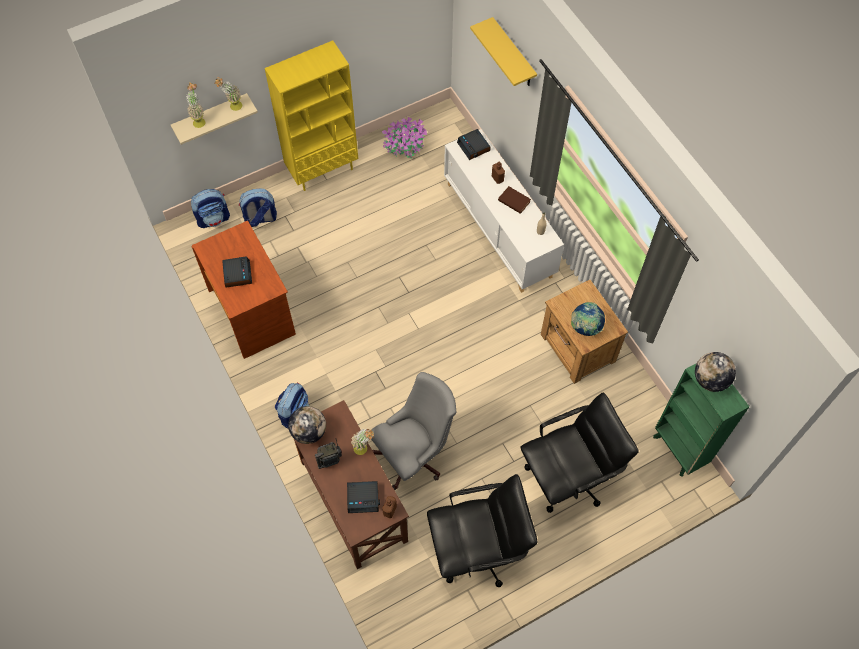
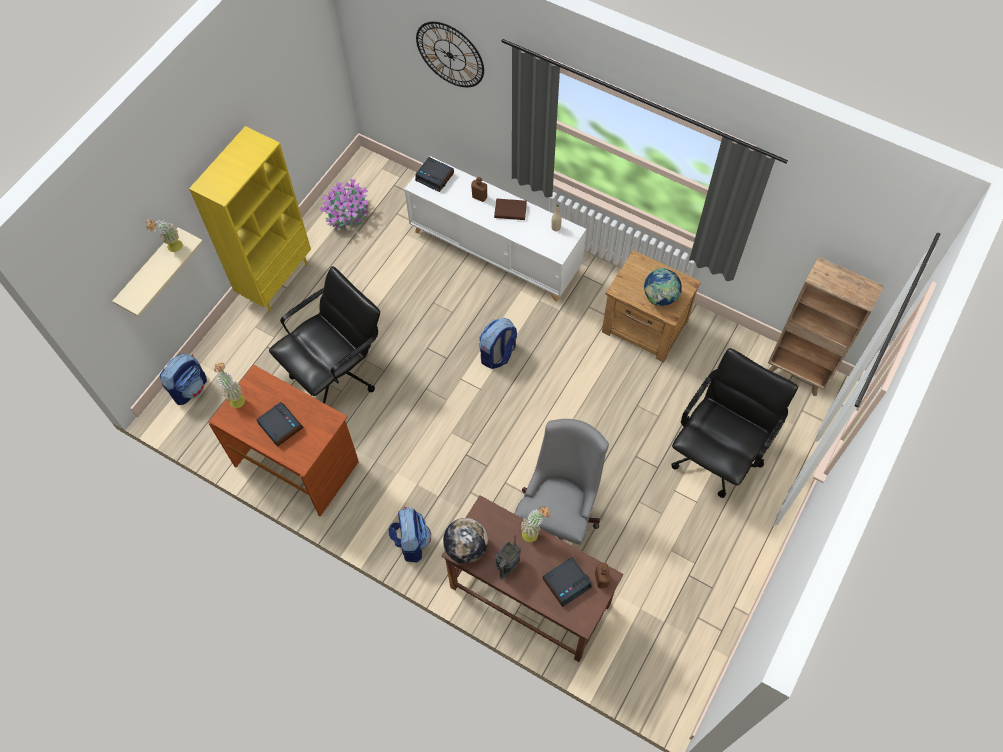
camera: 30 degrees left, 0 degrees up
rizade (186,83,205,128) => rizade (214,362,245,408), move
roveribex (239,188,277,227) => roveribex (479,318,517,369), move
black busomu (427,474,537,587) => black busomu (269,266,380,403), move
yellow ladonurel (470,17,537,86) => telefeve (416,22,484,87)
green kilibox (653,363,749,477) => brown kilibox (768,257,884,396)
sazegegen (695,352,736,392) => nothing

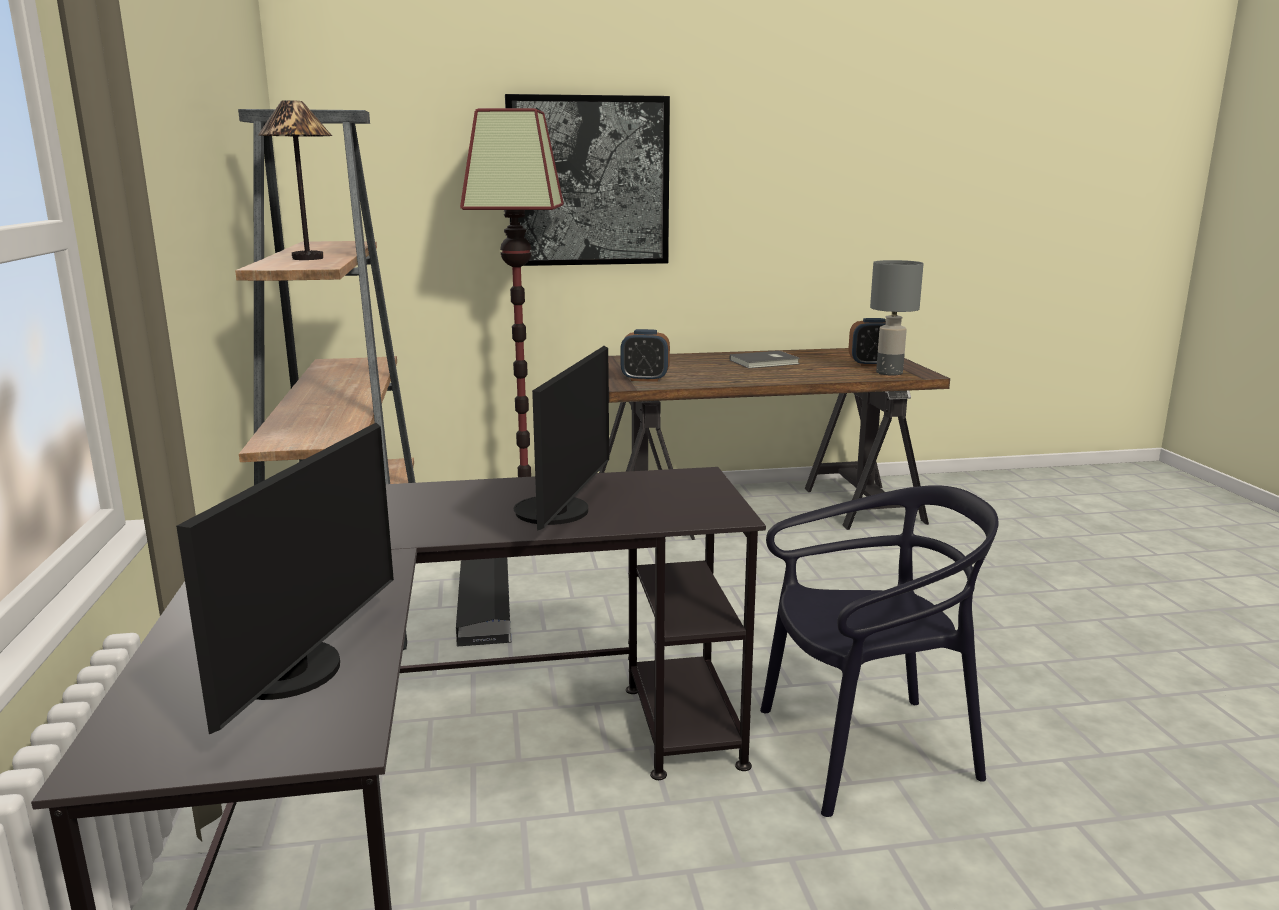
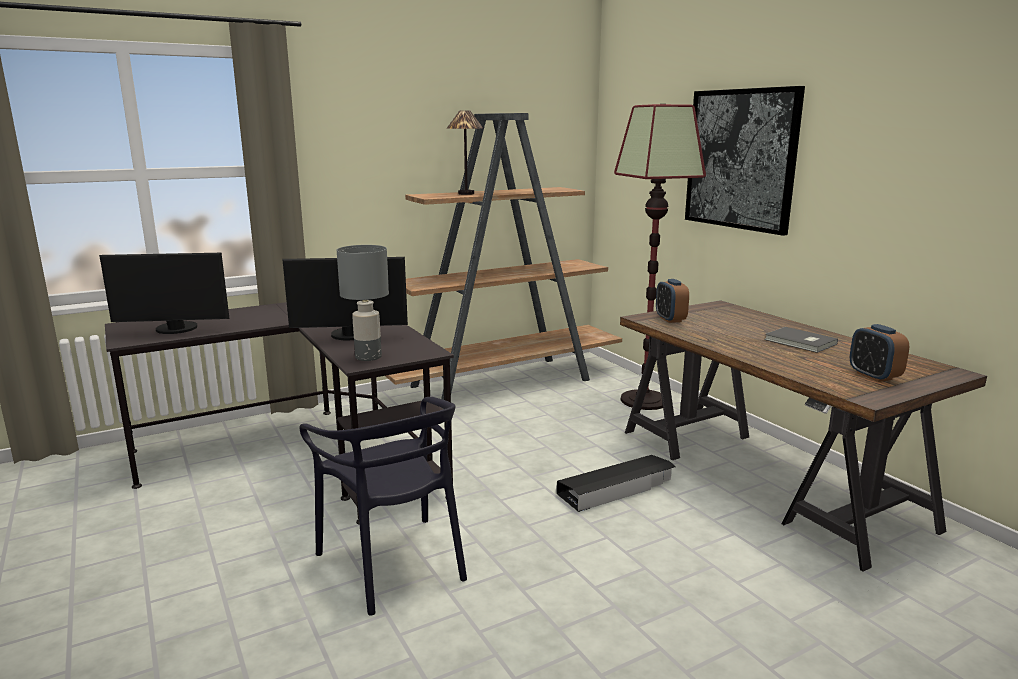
camera: 70 degrees right, 0 degrees up
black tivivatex (456,557,511,646) => black tivivatex (557,455,676,512), move
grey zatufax (870,260,924,376) => grey zatufax (337,245,389,361), move

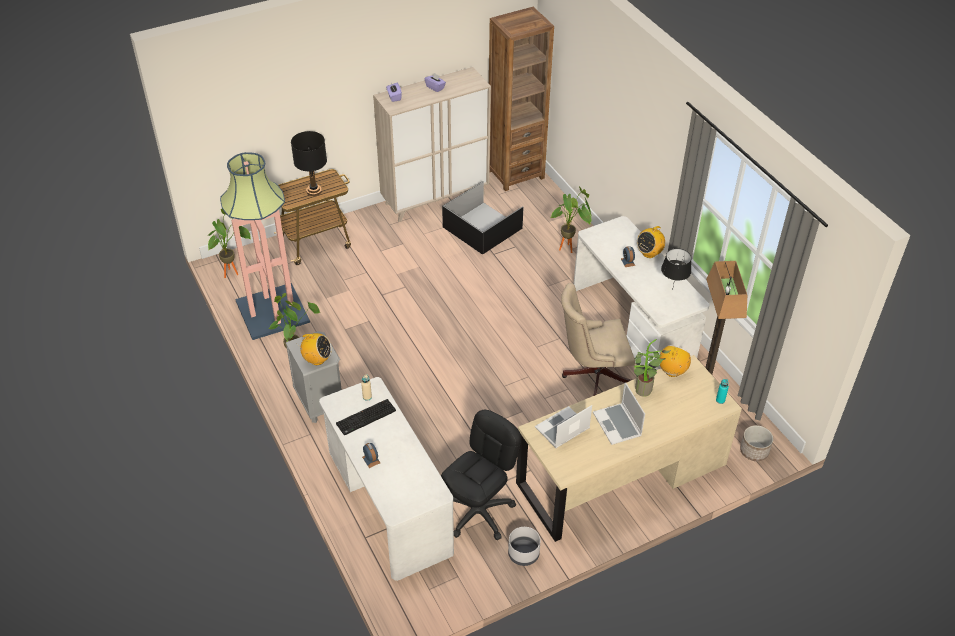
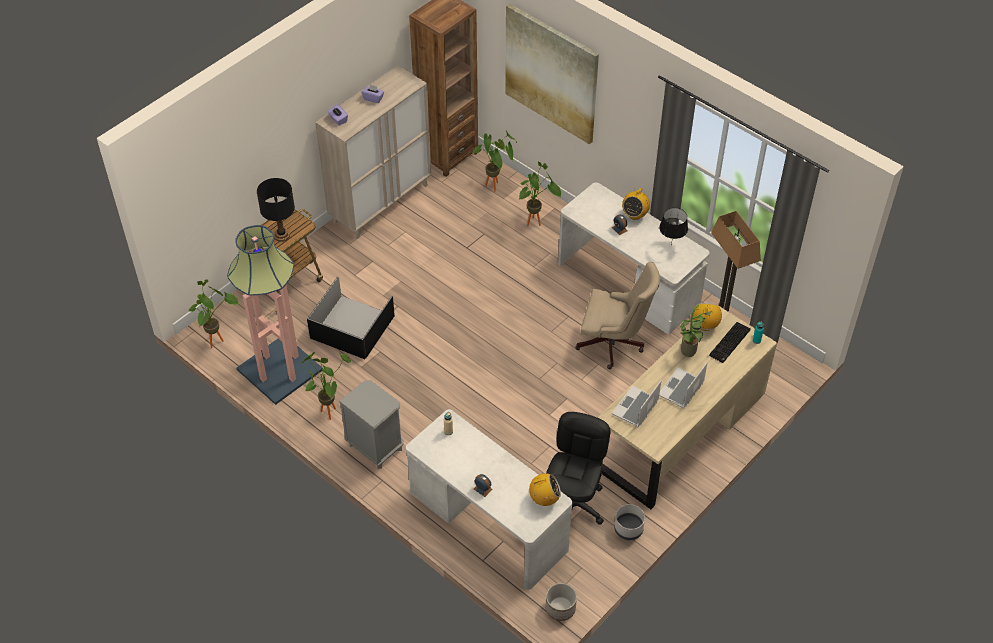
camera: 20 degrees left, 5 degrees up
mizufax (296,333,332,365) => mizufax (529,473,561,506), move
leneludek (336,399,396,435) => leneludek (709,322,751,363), move
black tivivatex (442,181,524,254) => black tivivatex (307,276,395,359), move
beige busomu (561,283,635,396) => beige busomu (575,262,660,369), 135 degrees counterclockwise
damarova (593,382,645,445) => damarova (659,362,708,409), 75 degrees clockwise
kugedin (740,425,773,461) => kugedin (546,583,577,621), move
nothing => rizade (472,130,517,192)
nothing => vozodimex (505,3,599,144)

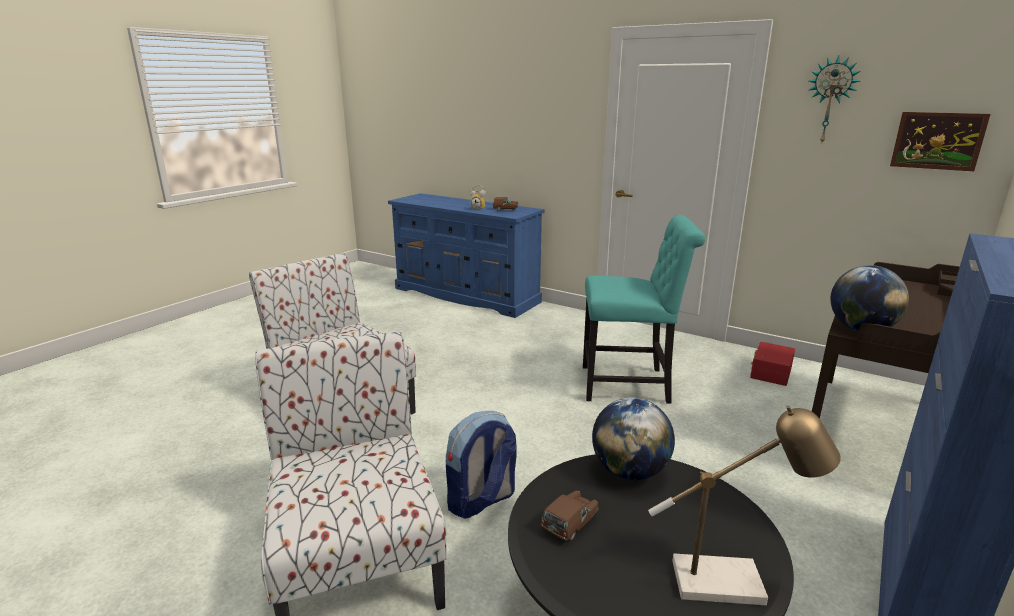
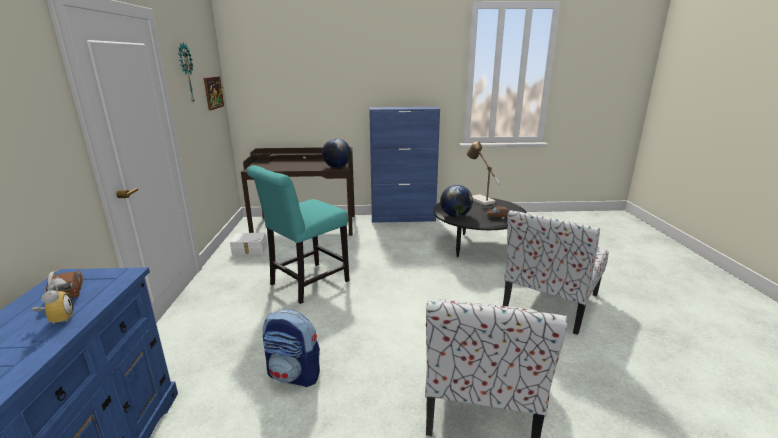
camera: 125 degrees left, 0 degrees up
roveribex (446,411,517,519) => roveribex (263,310,320,387), move
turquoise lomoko (583,215,706,404) => turquoise lomoko (247,165,349,304), 105 degrees counterclockwise
red tivivatex (750,342,795,386) => white tivivatex (230,232,267,255)

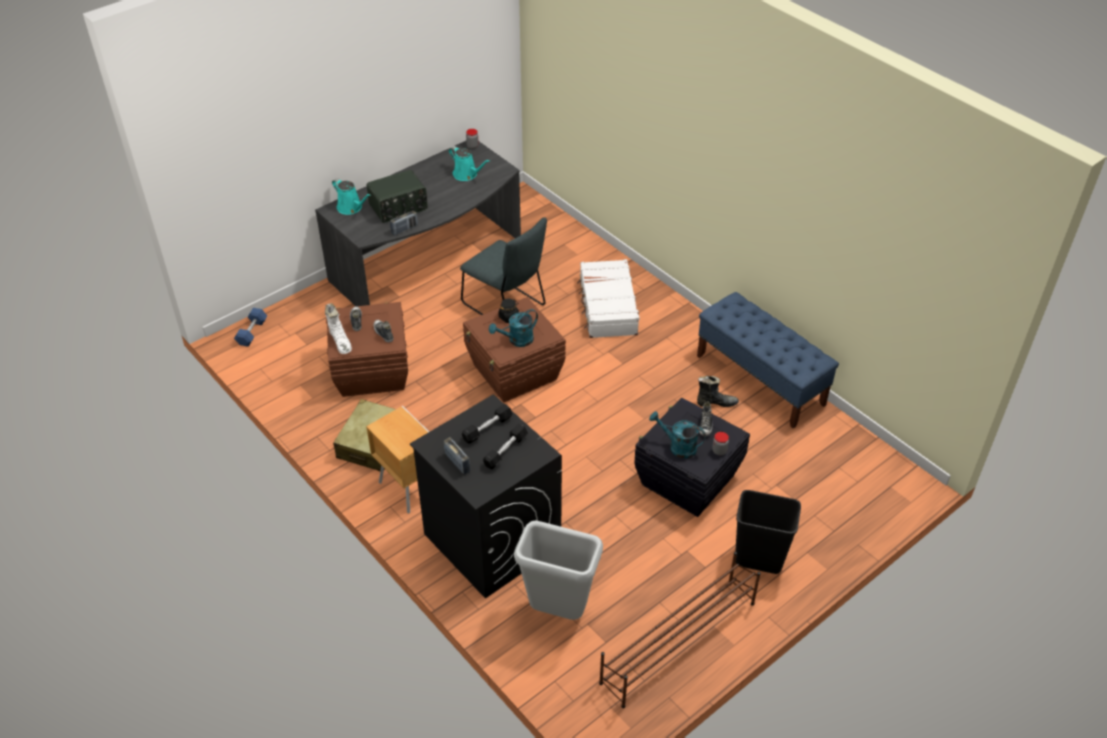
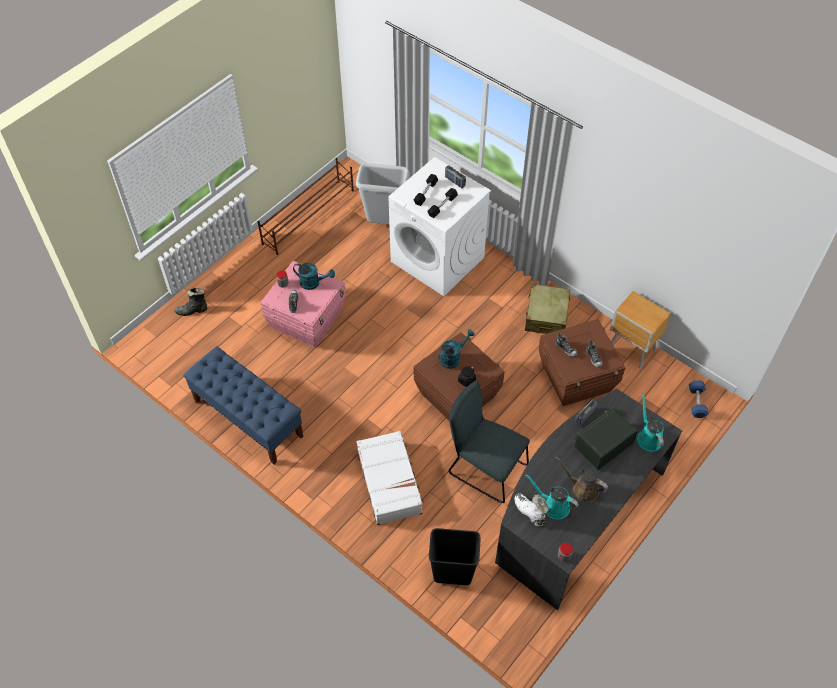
camera: 170 degrees right, 10 degrees up
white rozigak (325,303,352,354) => white rozigak (515,493,549,526), move
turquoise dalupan (332,178,371,215) => turquoise dalupan (637,393,664,452), 45 degrees clockwise
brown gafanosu (366,406,429,513) => brown gafanosu (610,291,671,369), move
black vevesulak (410,394,562,599) => white vevesulak (388,157,491,296)
black tivivatex (634,398,750,517) => pink tivivatex (260,261,346,348)
black rozigak (697,376,739,407) => black rozigak (174,288,207,316), move
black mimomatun (735,490,801,574) => black mimomatun (429,528,481,585), move
nothing => brown dalupan (555,456,608,502)

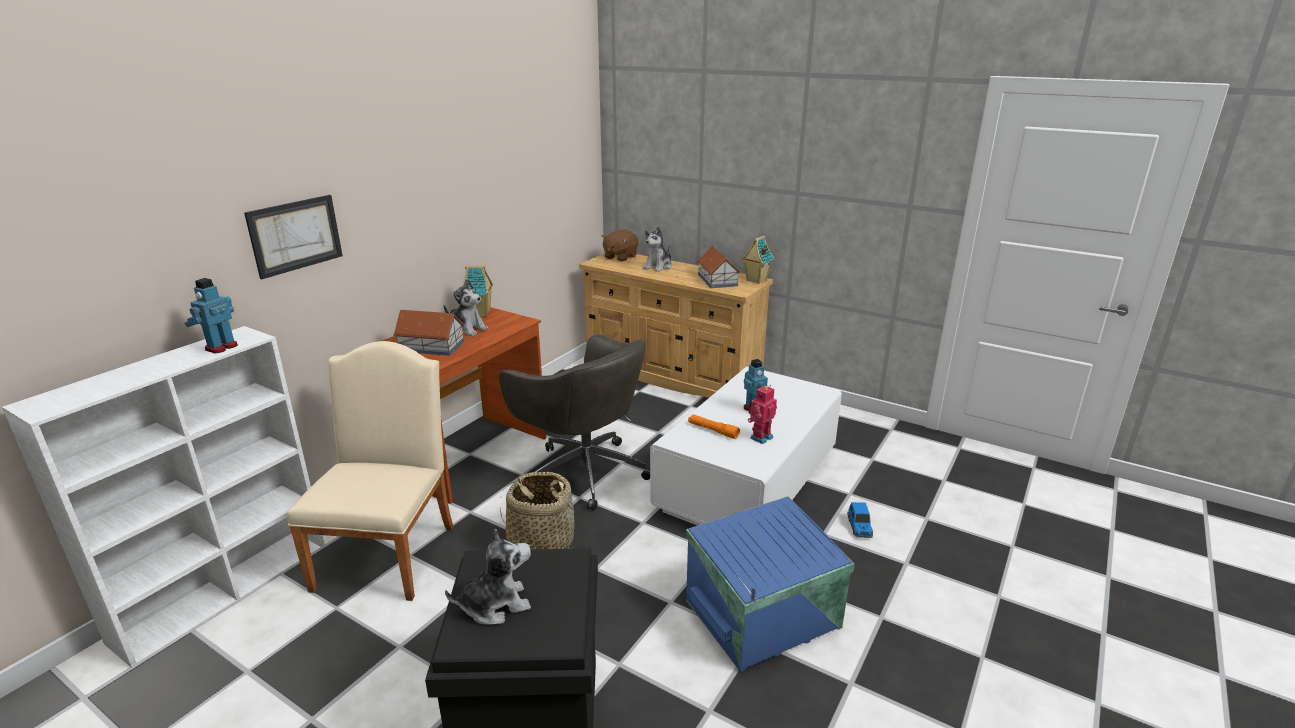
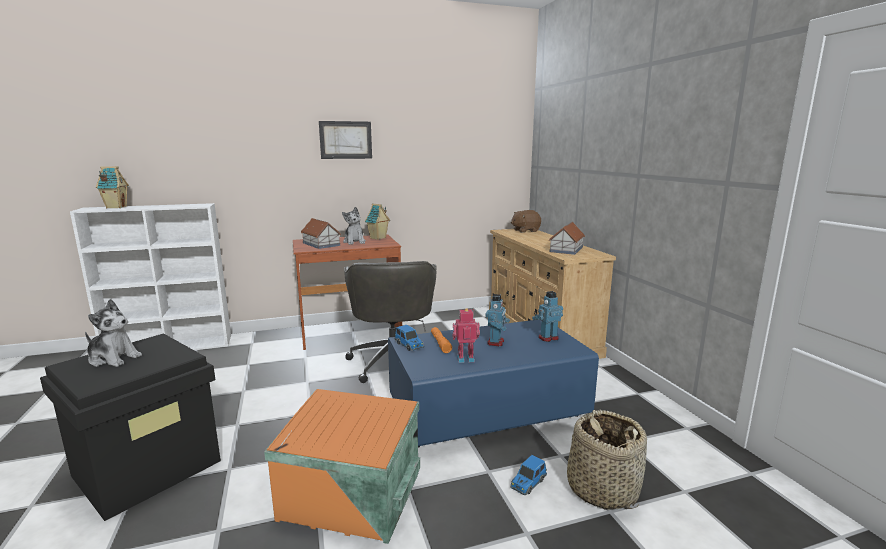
camera: 40 degrees right, 10 degrees down
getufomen (185,278,238,354) => getufomen (532,291,563,342), move
vozodimex (244,195,343,279) => vozodimex (319,121,372,159), move
beige lomoko (287,341,454,601) => nothing
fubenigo (500,472,577,550) => fubenigo (567,410,647,510), move
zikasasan (643,227,672,272) => nothing
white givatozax (650,366,842,526) => blue givatozax (388,320,599,448)
blue tivivatex (686,496,855,672) => orange tivivatex (264,389,420,544)
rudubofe (742,236,774,284) => rudubofe (96,166,129,209), move
nothing => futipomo (395,325,424,351)

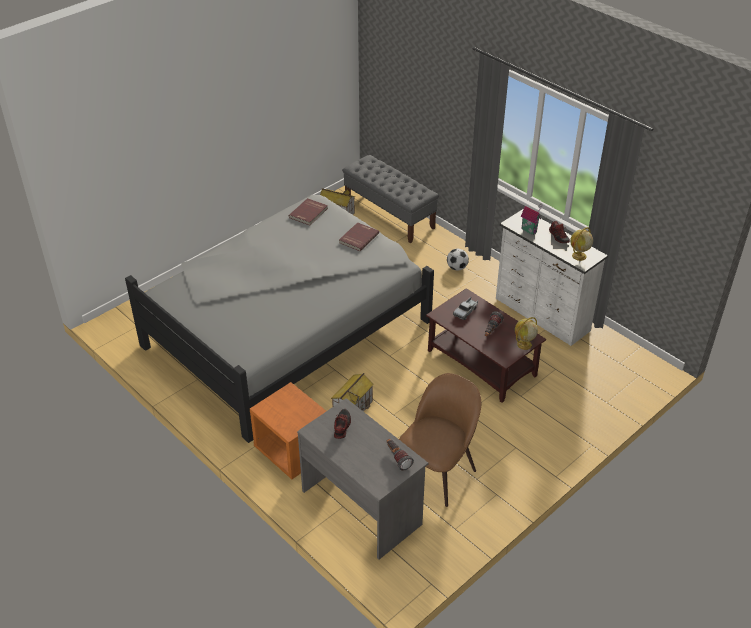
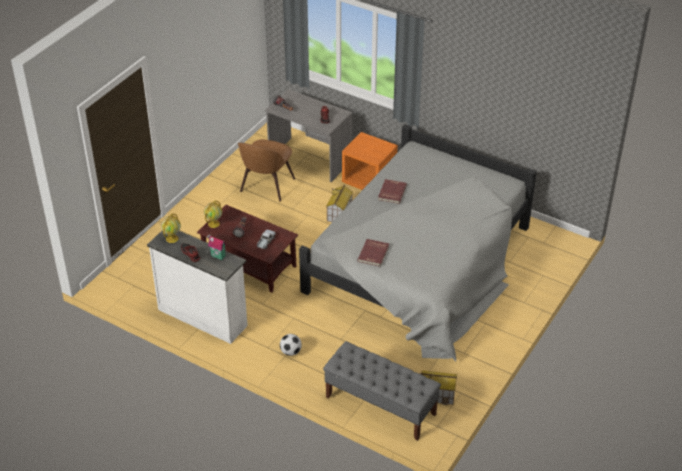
camera: 165 degrees right, 0 degrees up
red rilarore (289,198,328,226) => red rilarore (378,179,407,204), move

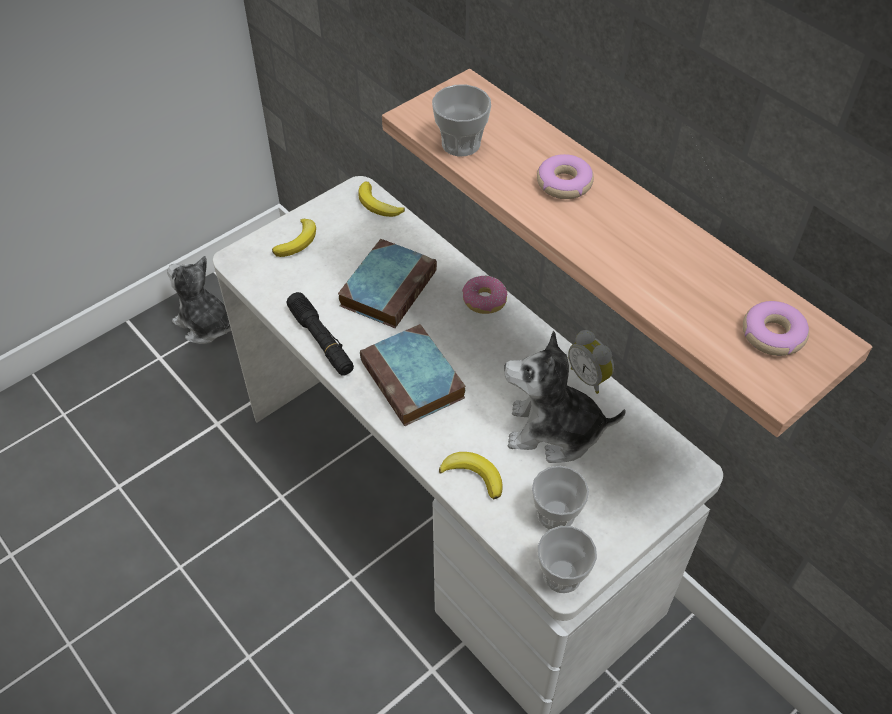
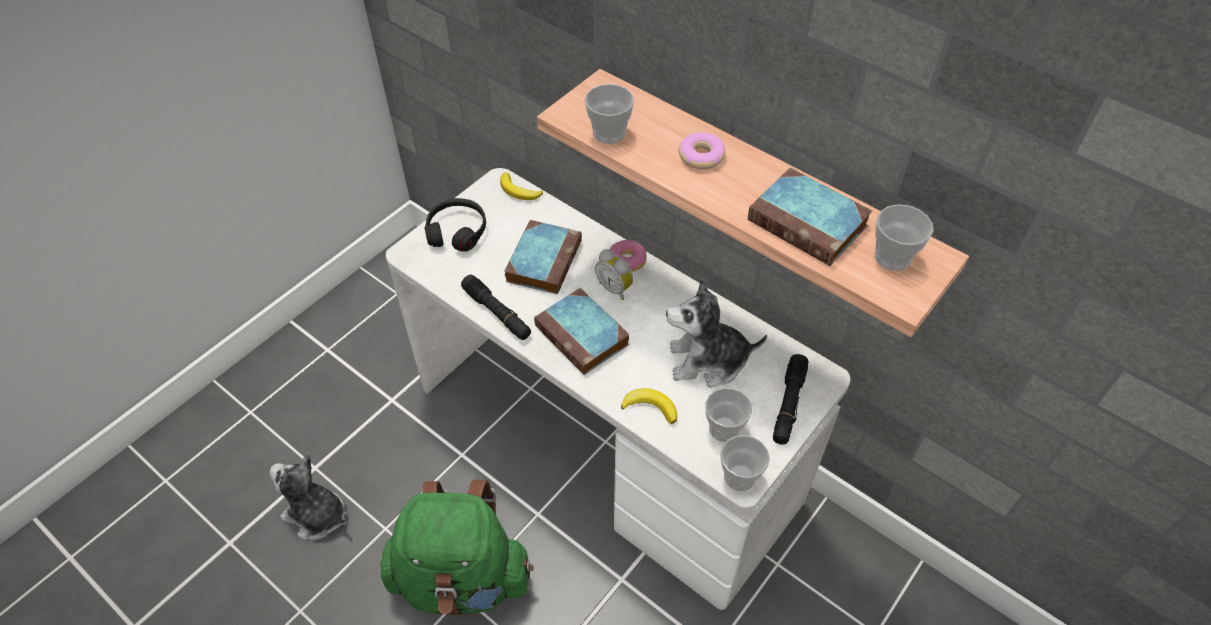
camera: 10 degrees left, 0 degrees up
zikasasan (167,256,231,344) => zikasasan (270,453,347,540), move
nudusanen (272,219,316,257) => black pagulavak (424,198,486,251)
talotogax (568,330,614,394) => talotogax (595,249,633,300), move
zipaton (743,301,809,356) => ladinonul (874,204,934,271)
nothing => green roveribex (380,479,534,615)
nothing => rilarore (748,168,872,266)
nothing => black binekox (773,354,808,445)

